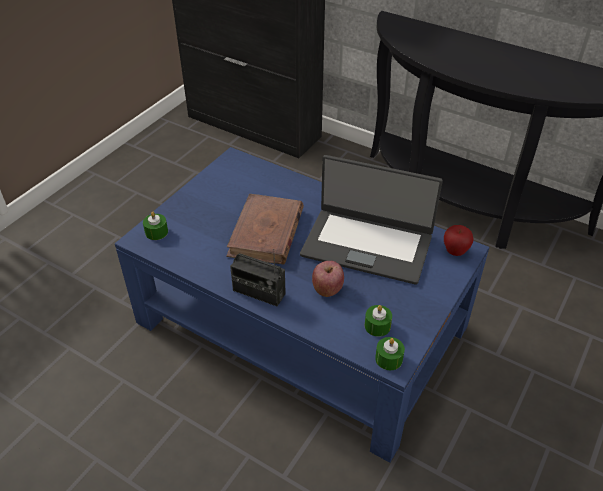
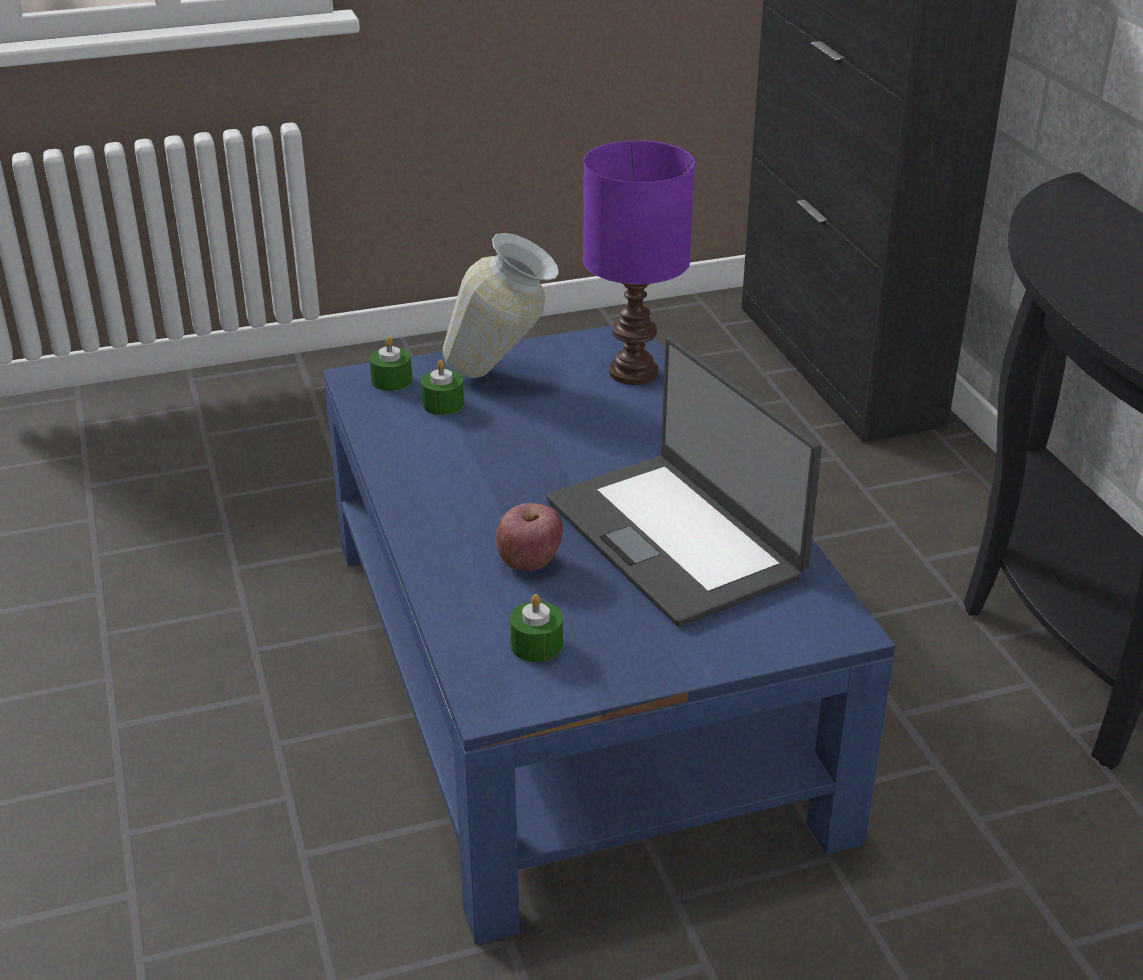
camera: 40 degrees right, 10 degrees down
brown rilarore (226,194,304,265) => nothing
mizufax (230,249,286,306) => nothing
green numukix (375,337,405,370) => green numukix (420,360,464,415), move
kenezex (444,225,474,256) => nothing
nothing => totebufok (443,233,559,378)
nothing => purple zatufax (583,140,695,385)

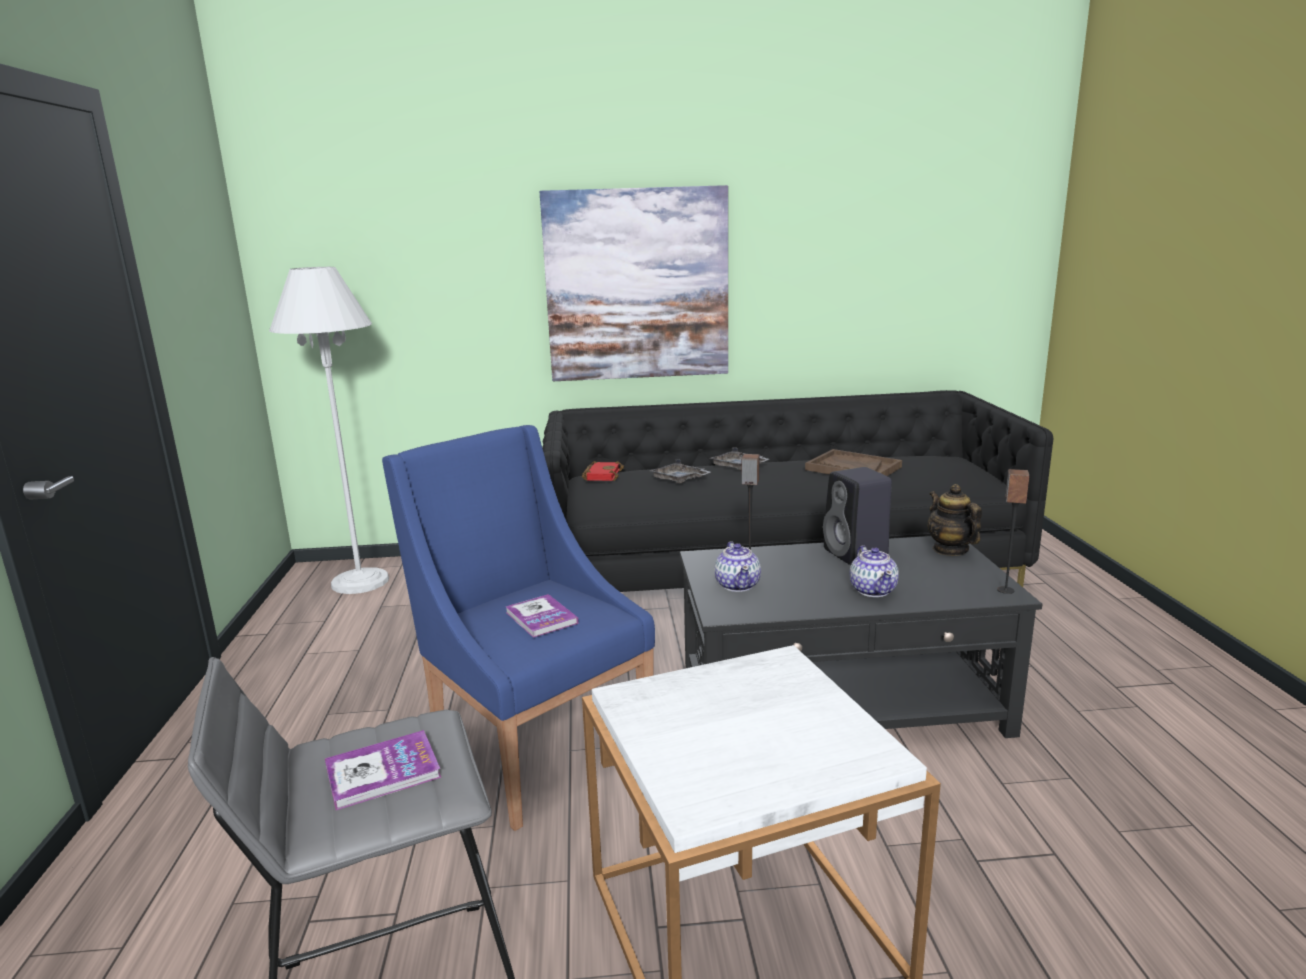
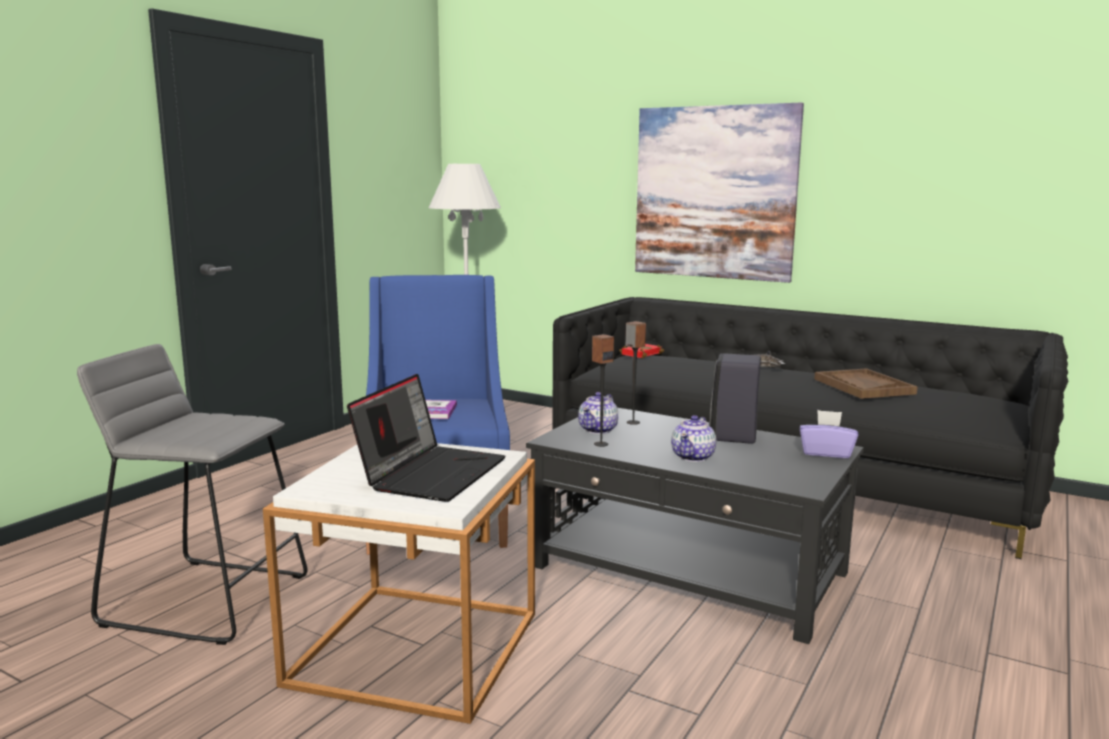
camera: 35 degrees right, 5 degrees down
rilarore (325,730,441,810) => nothing
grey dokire (650,459,711,483) => nothing
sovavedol (928,484,982,556) => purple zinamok (800,410,858,458)
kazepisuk (997,469,1030,594) => kazepisuk (592,334,614,447), move
nothing => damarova (347,374,505,502)

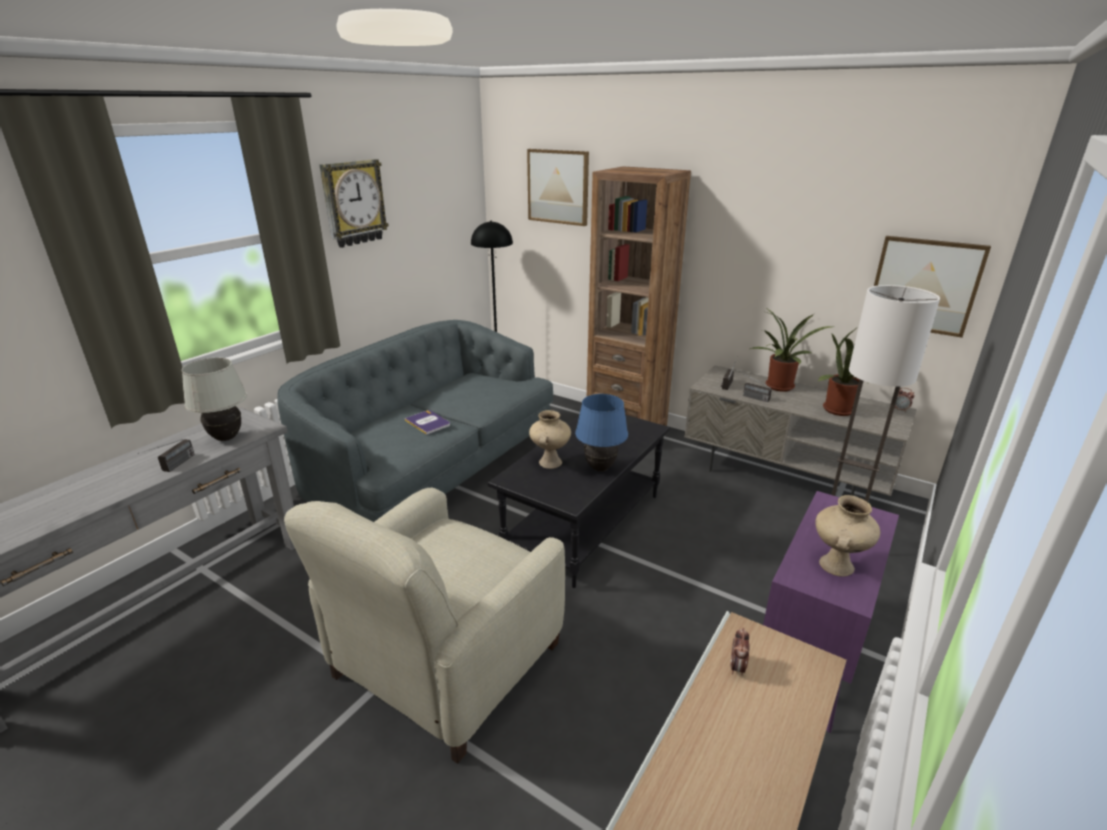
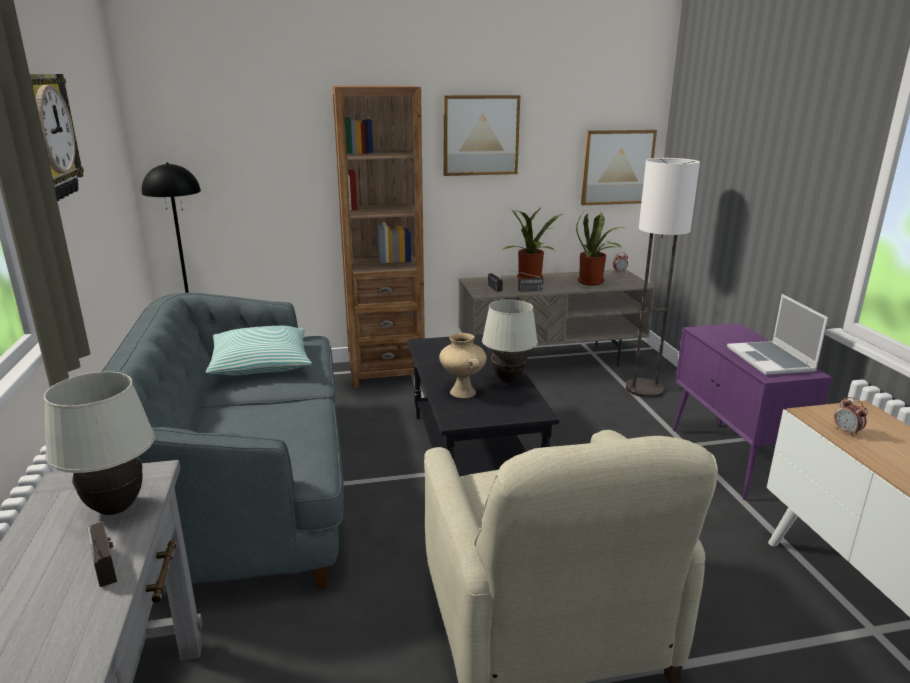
camera: 45 degrees left, 5 degrees down
rilarore (405,410,450,435) => nothing
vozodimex (527,149,589,226) => vozodimex (443,95,520,176), move
blue zatufax (575,394,628,471) => white zatufax (482,299,538,382)
beige totebufok (815,495,880,577) => damarova (727,294,828,375)
nothing => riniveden (206,326,312,375)

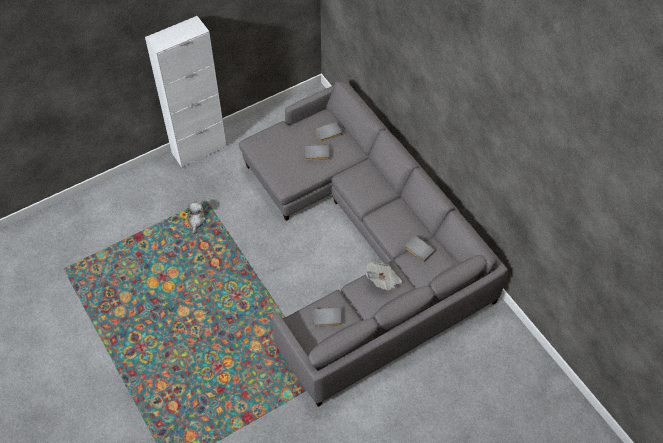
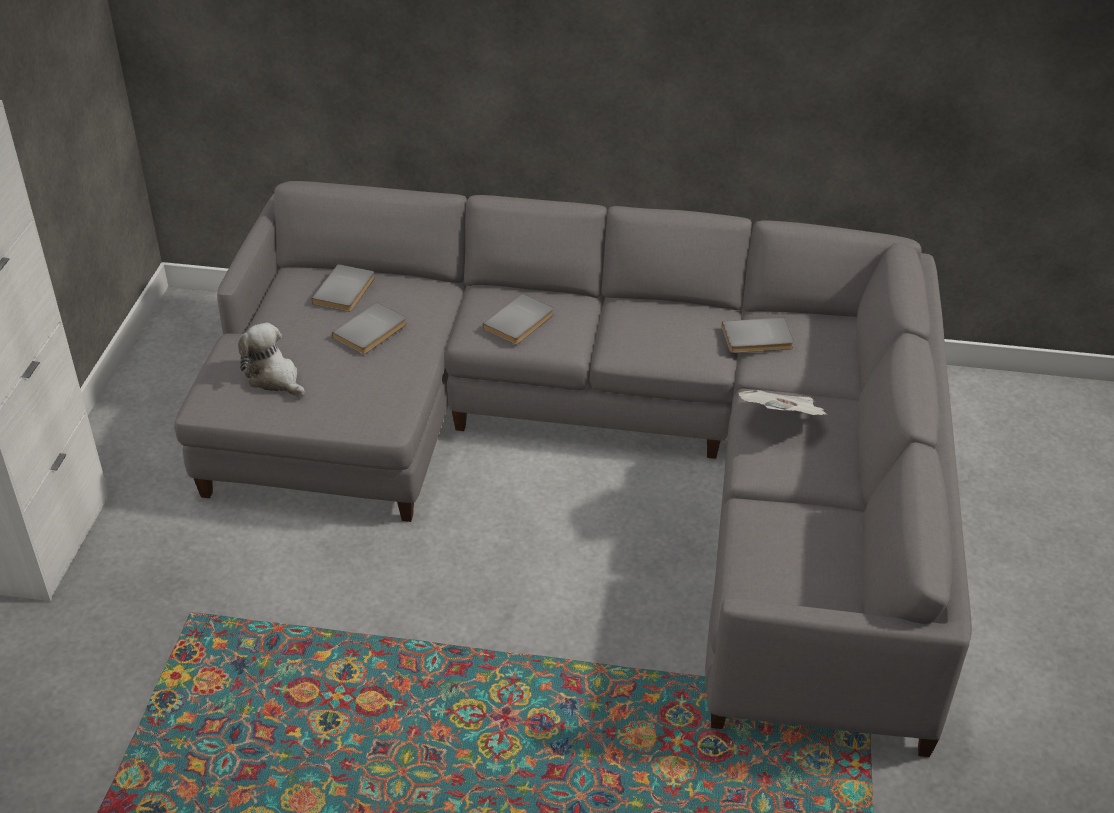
camera: 50 degrees left, 15 degrees down
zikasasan (185,202,206,234) => zikasasan (238,322,305,397), move
grey rilarore (313,307,342,327) => grey rilarore (483,294,554,344), move

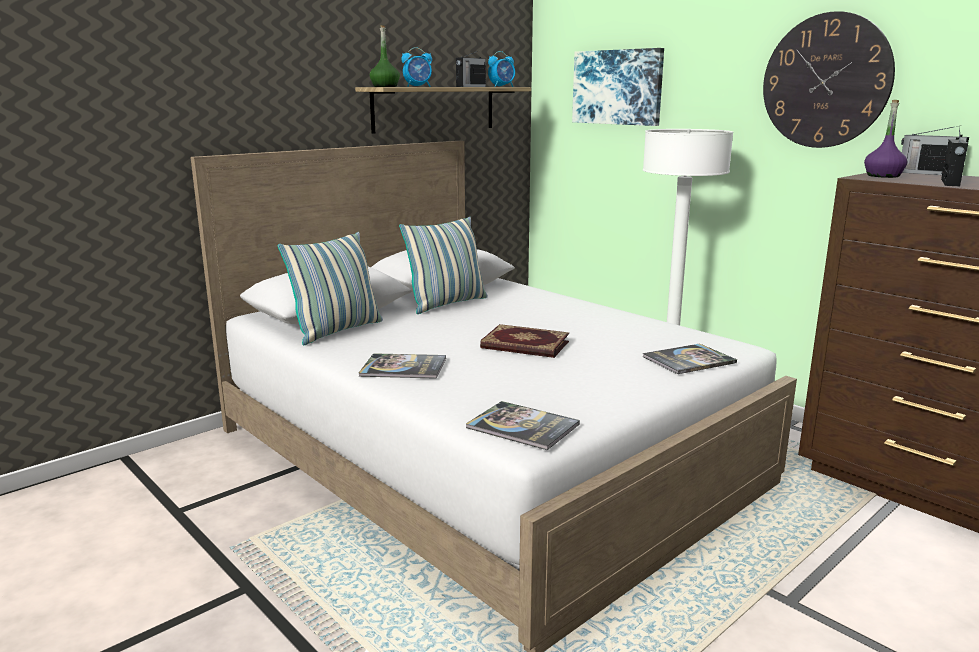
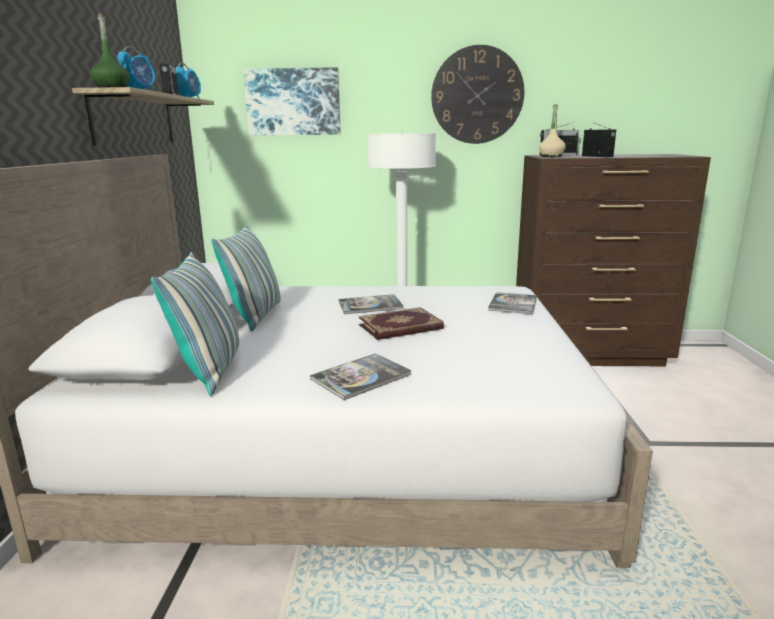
camera: 45 degrees left, 0 degrees up
rilarore (466,401,580,450) => rilarore (339,294,403,314), move
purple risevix (864,100,907,178) => beige risevix (539,104,566,157)

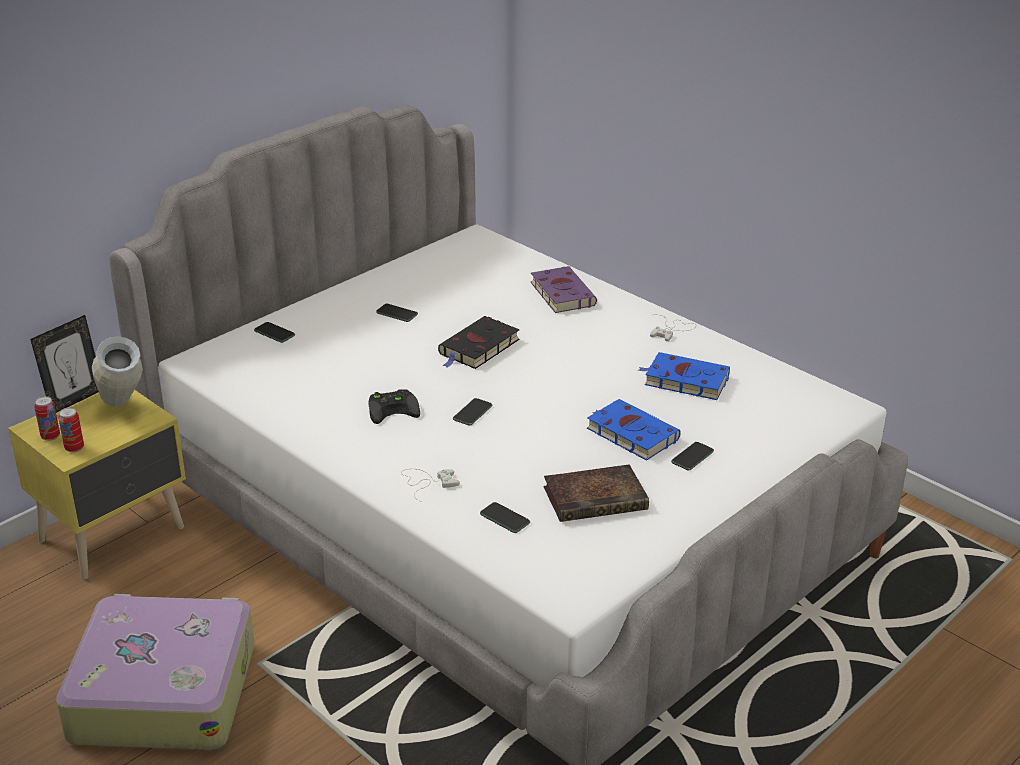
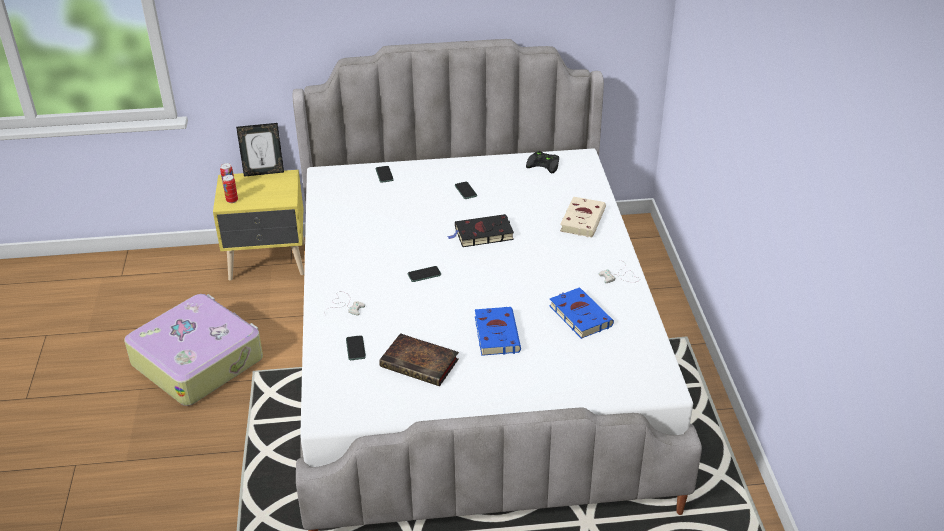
camera: 40 degrees right, 5 degrees up
totebufok (92,336,143,407) => nothing
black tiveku (368,390,420,424) => black tiveku (526,151,559,173), move
purple rilarore (531,266,597,313) => beige rilarore (560,197,606,237)
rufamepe (671,442,714,470) => nothing

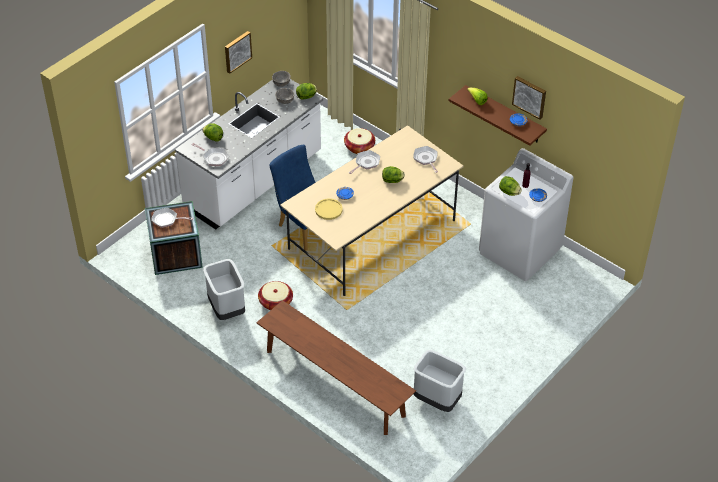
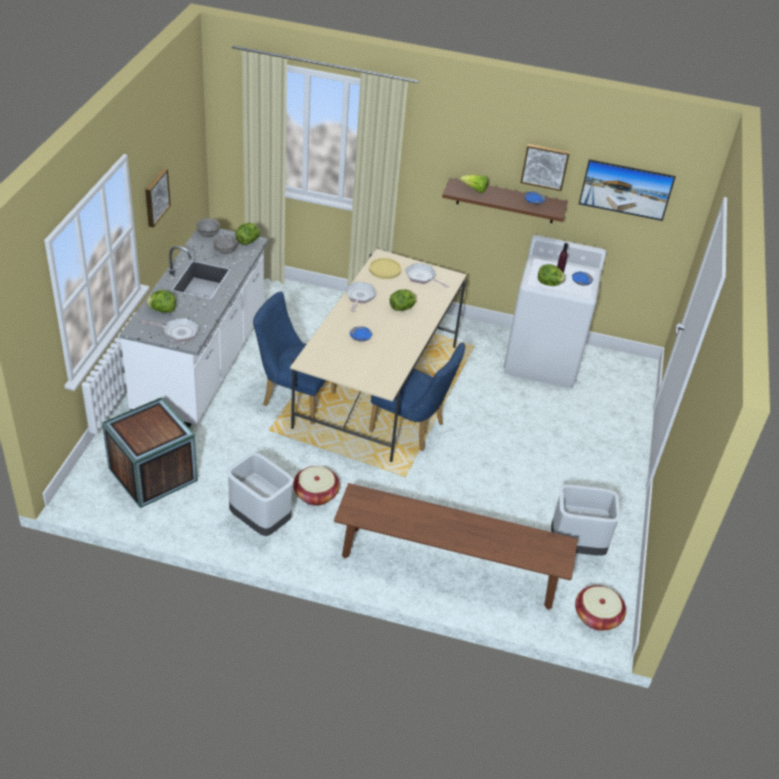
camera: 30 degrees left, 5 degrees down
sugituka (151,208,193,228) => nothing
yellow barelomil (315,198,343,220) => yellow barelomil (369,258,401,279), move
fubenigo (344,128,375,154) => fubenigo (575,585,626,631), move
nothing => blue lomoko (369,342,466,451)
nothing => vozodimex (579,159,676,221)

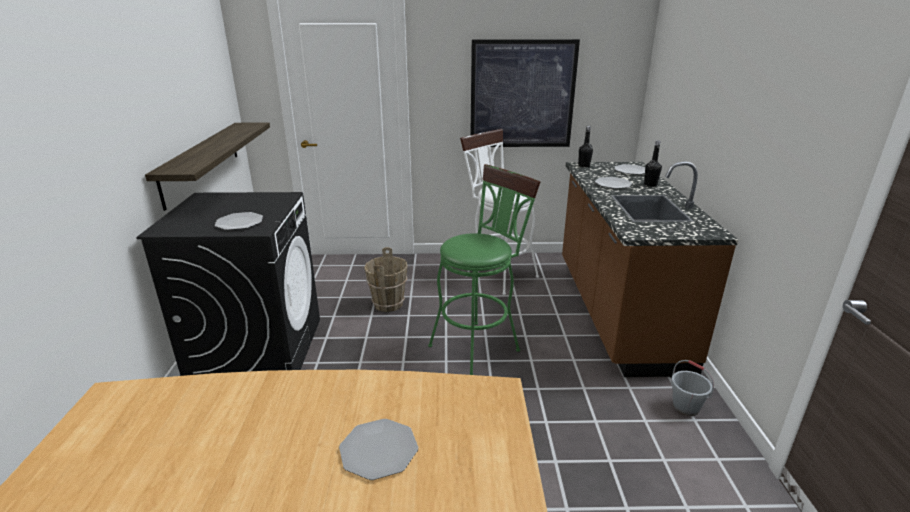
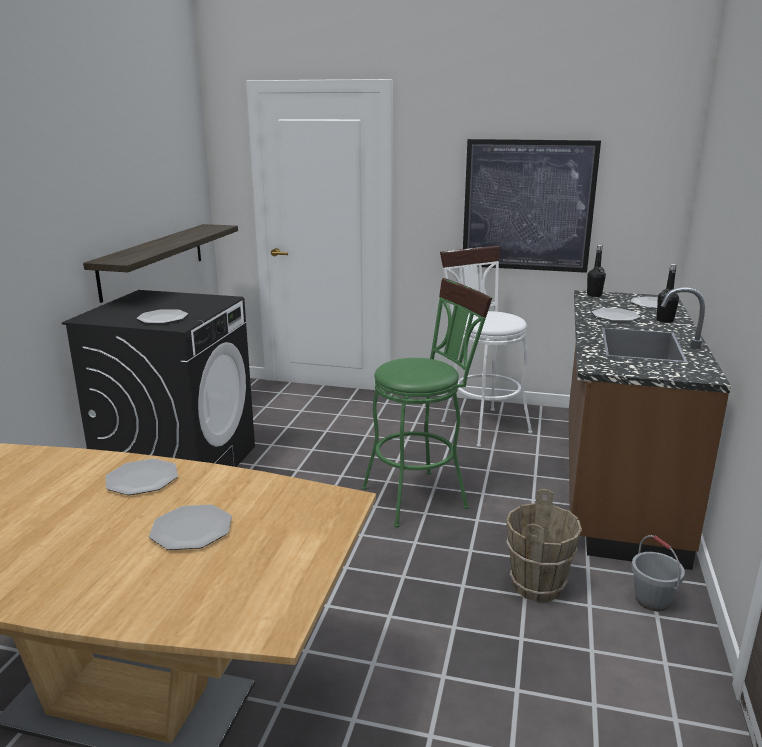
camera: 15 degrees right, 5 degrees down
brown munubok (364,247,408,312) => brown munubok (506,489,582,602), move
nothing => barelomil (106,459,178,495)

